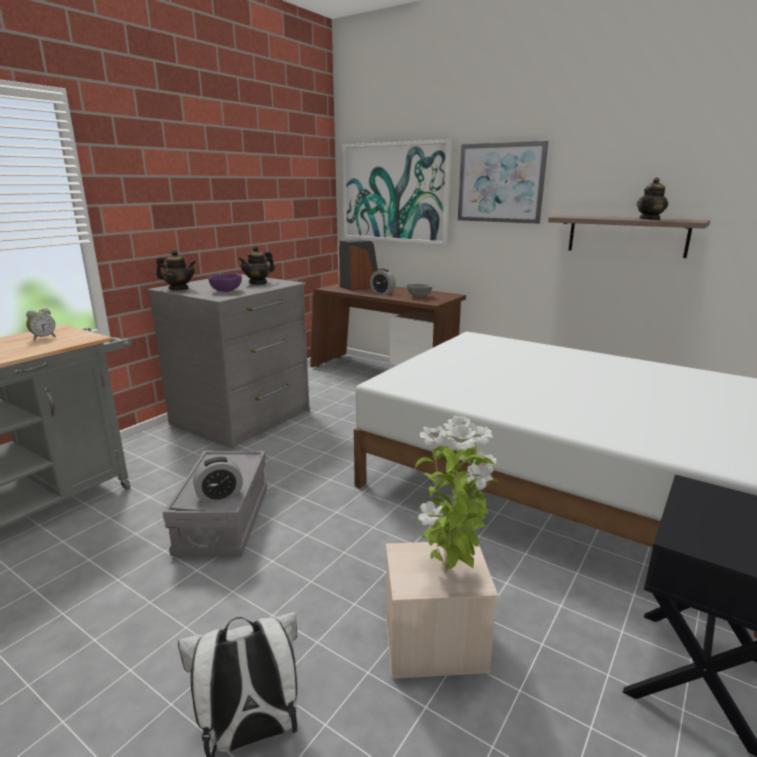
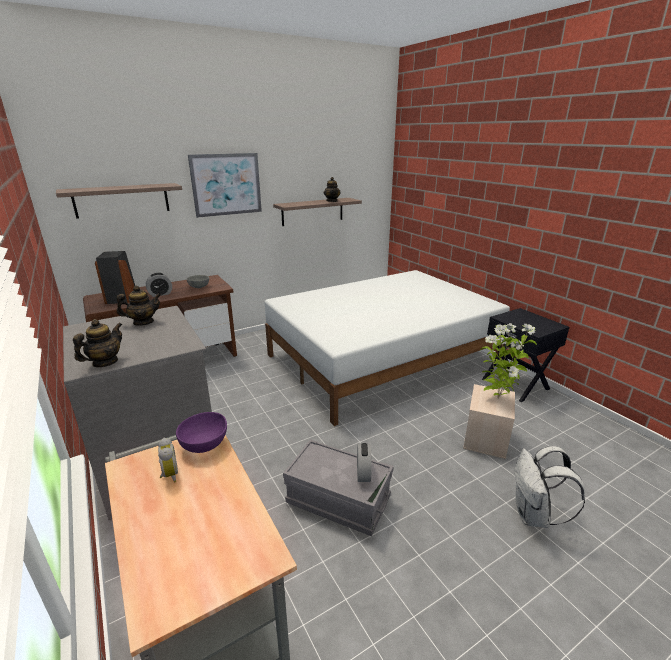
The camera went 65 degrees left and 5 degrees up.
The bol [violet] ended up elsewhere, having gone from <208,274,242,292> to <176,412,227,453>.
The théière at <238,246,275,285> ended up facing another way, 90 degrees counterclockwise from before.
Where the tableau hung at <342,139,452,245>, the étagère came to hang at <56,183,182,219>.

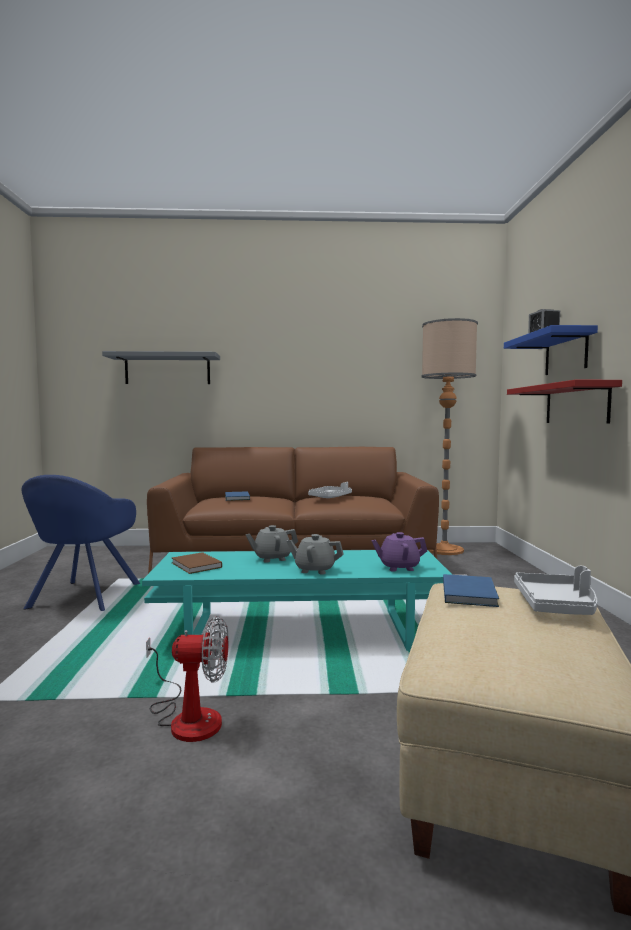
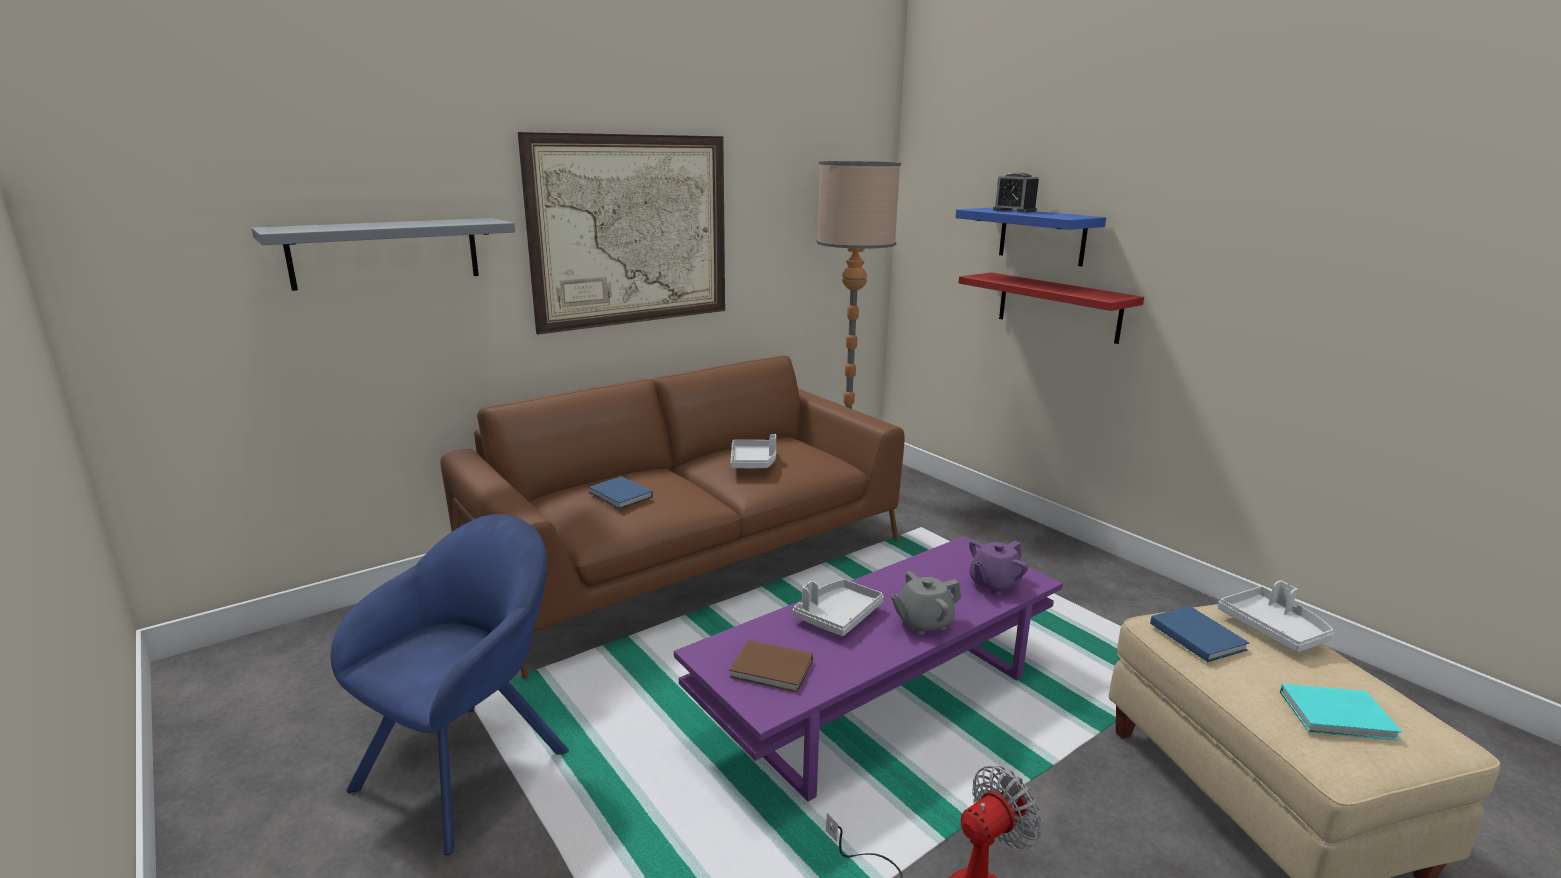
The camera went 35 degrees left and 15 degrees up.
The fauteuil [bleu] at <21,475,140,611> ended up facing another way, 120 degrees counterclockwise from before.
What was the table basse [turquoise] at <142,550,452,651> turned into the table basse [violet] at <674,536,1063,802>.
Where the théière [gris] stood at <246,525,298,563>, the plateau [gris] came to stand at <792,579,884,636>.
The second view gained the tableau at <518,132,725,334>.
The second view gained the livre [turquoise] at <1280,684,1402,741>.

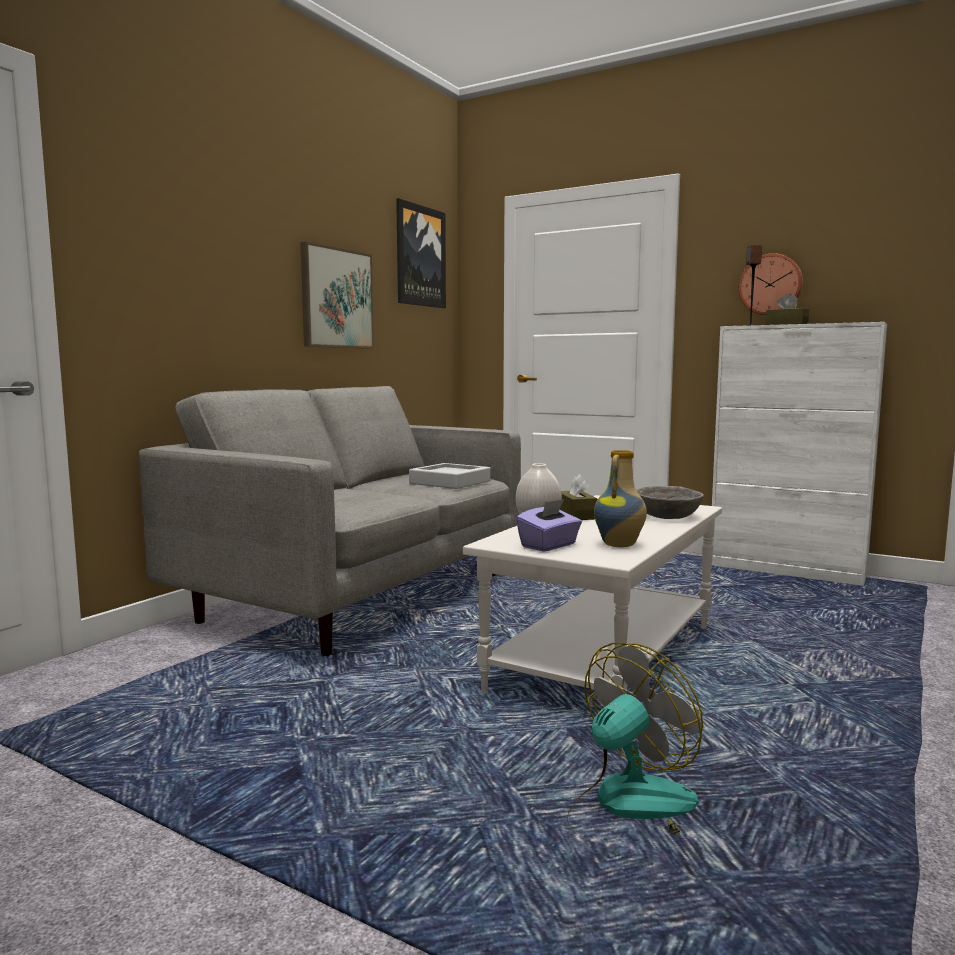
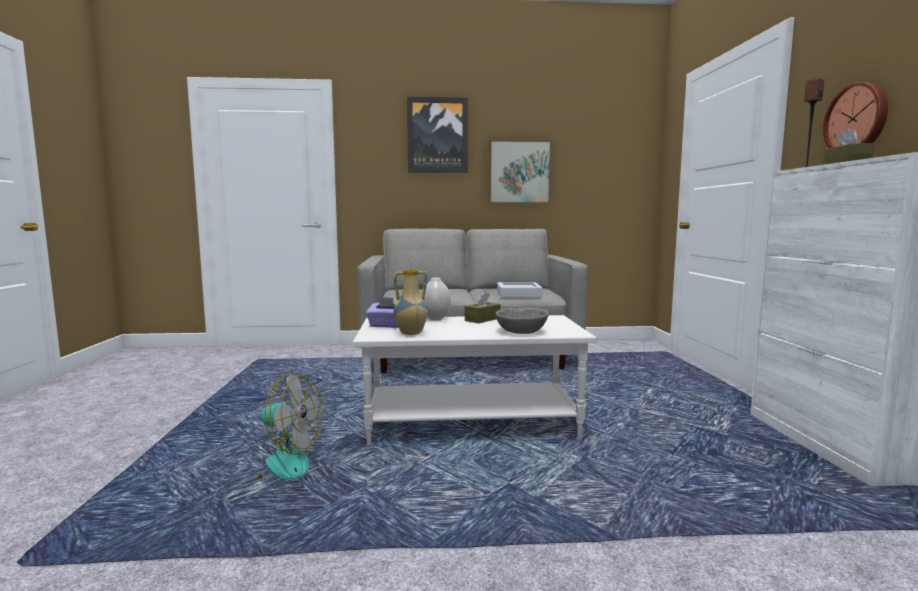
The camera went 55 degrees right and 0 degrees up.
The tableau ended up elsewhere, having gone from <396,198,446,308> to <407,97,468,173>.

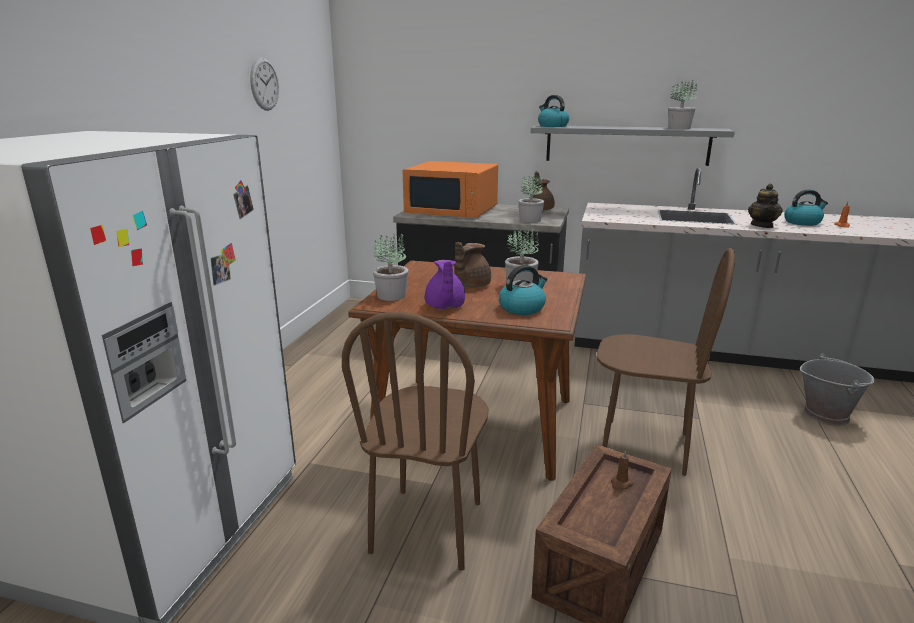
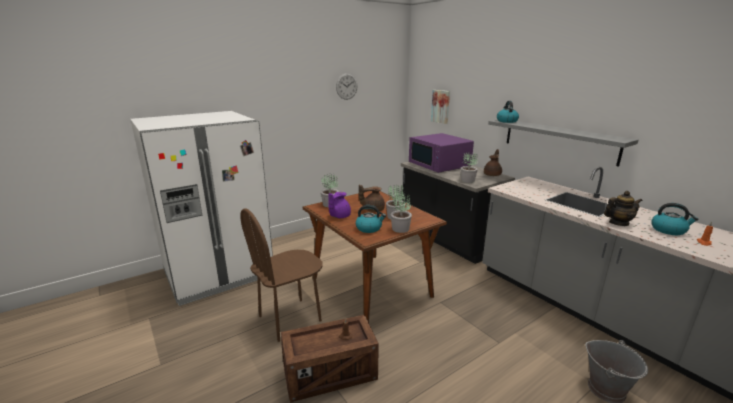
The camera went 40 degrees right and 0 degrees up.
What was the micro-ondes [orange] at <403,161,498,218> turned into the micro-ondes [violet] at <409,133,474,173>.
The second view lost the chaise [marron] at <597,248,735,476>.
The plante en pot ended up elsewhere, having gone from <668,79,697,129> to <391,194,412,233>.
The théière at <748,184,783,228> ended up facing another way, 150 degrees counterclockwise from before.
The second view gained the tableau at <431,90,450,124>.

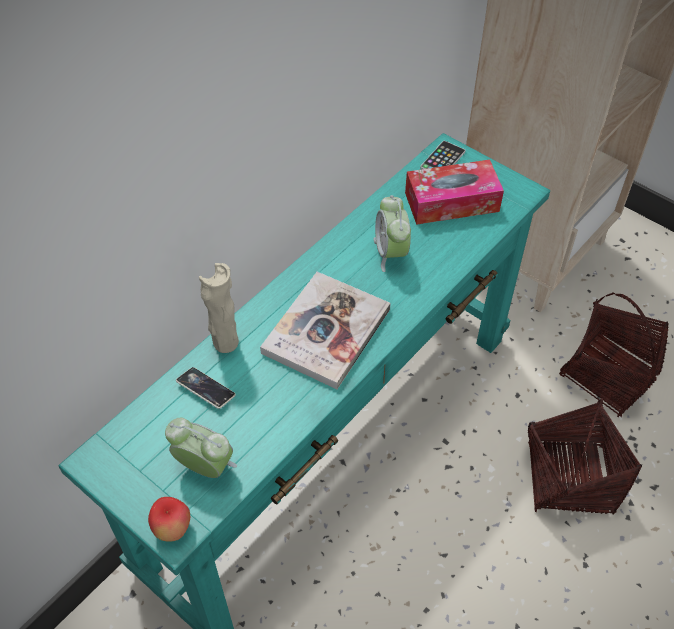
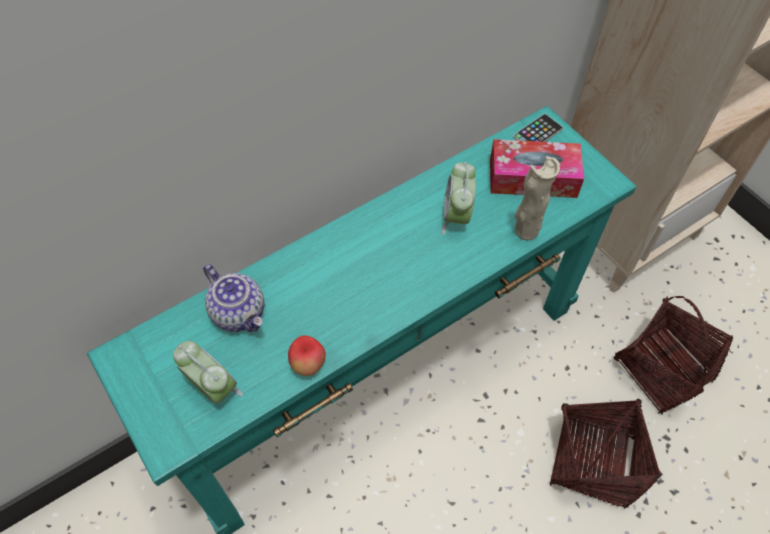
The camera went 15 degrees right and 5 degrees up.
The pomme ended up elsewhere, having gone from <148,497,190,542> to <288,335,326,376>.
Where the téléphone stood at <176,367,236,409>, the théière came to stand at <203,264,264,332>.
The vase [beige] ended up elsewhere, having gone from <199,263,239,353> to <514,156,560,240>.
The second view lost the livre at <260,272,391,389>.

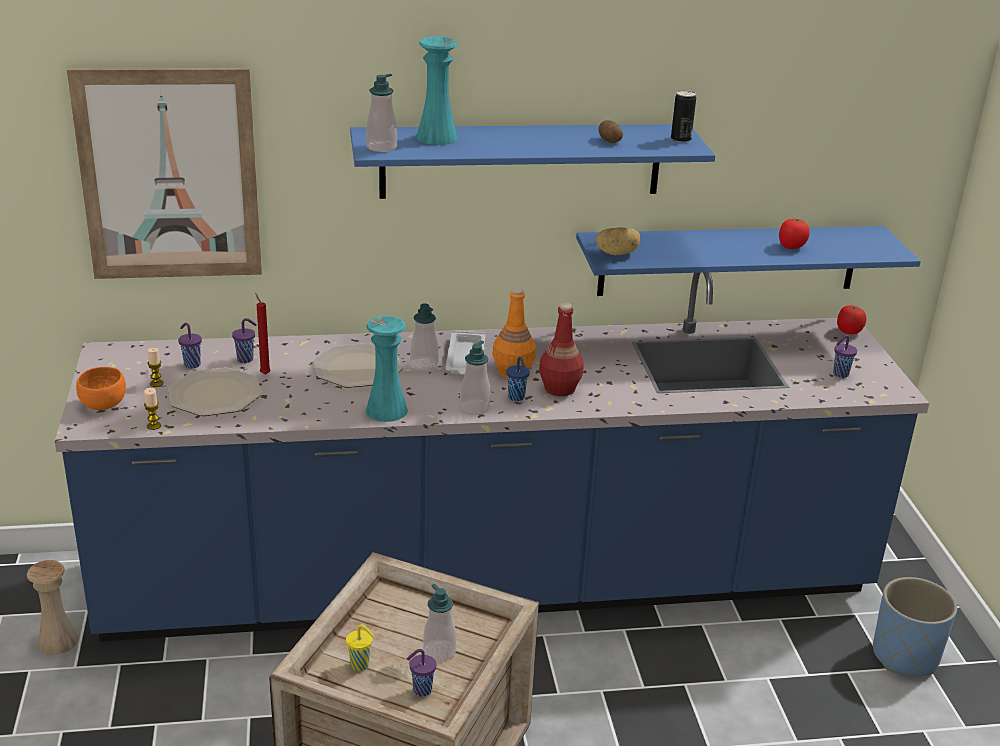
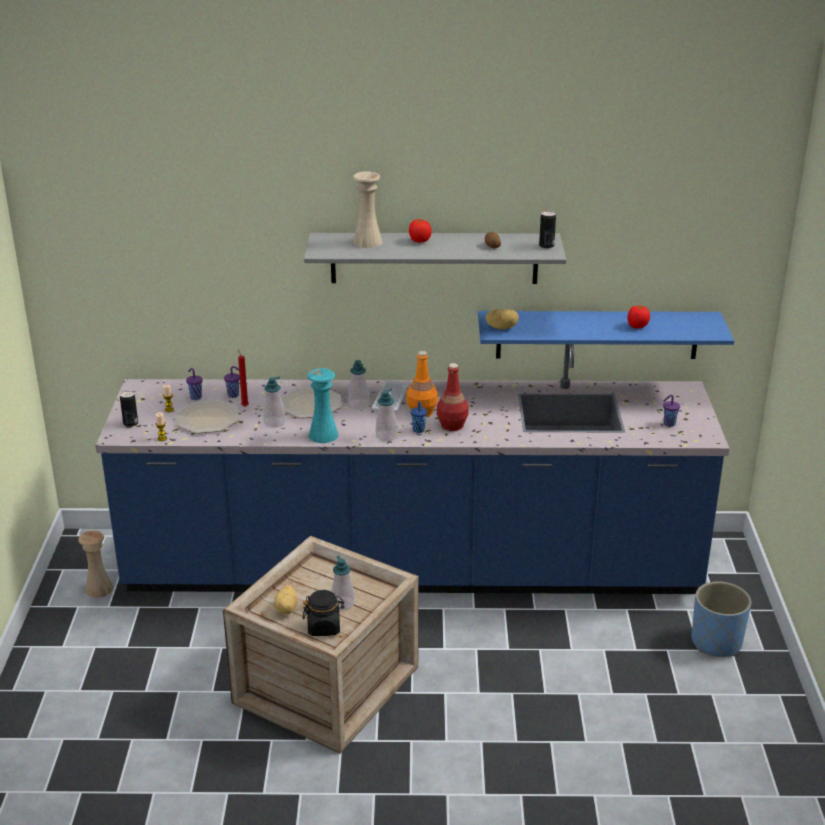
The camera went 10 degrees right and 0 degrees up.
The second view lost the tableau at <67,68,262,279>.
Where the bol [orange] stood at <76,367,126,410>, the boîte métallique came to stand at <120,391,138,427>.
Where the tasse [jaune] stood at <346,624,374,671>, the pomme de terre came to stand at <274,585,297,615>.
What was the étagère [bleu] at <350,124,715,199> turned into the étagère [gris] at <304,233,566,284>.
The distributeur de savon ended up elsewhere, having gone from <366,74,397,152> to <264,376,285,427>.
Where the tasse [violet] stood at <407,649,436,697>, the bocal [noir] came to stand at <303,590,345,636>.
What was the vase [turquoise] at <416,36,458,145> turned into the vase [beige] at <353,171,383,248>.
The tomate ended up elsewhere, having gone from <837,305,866,334> to <409,219,431,243>.

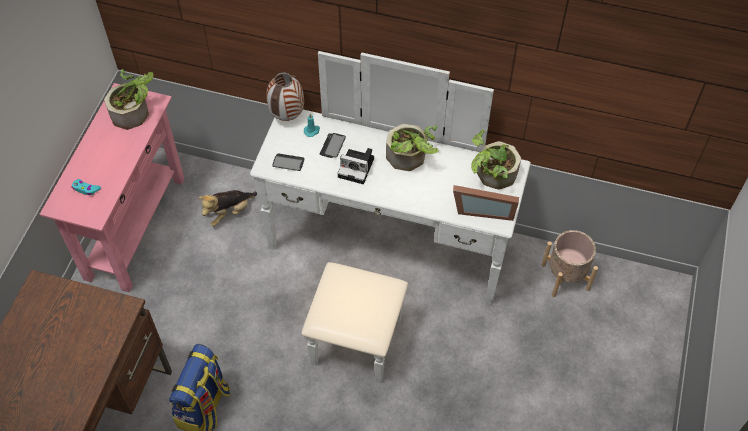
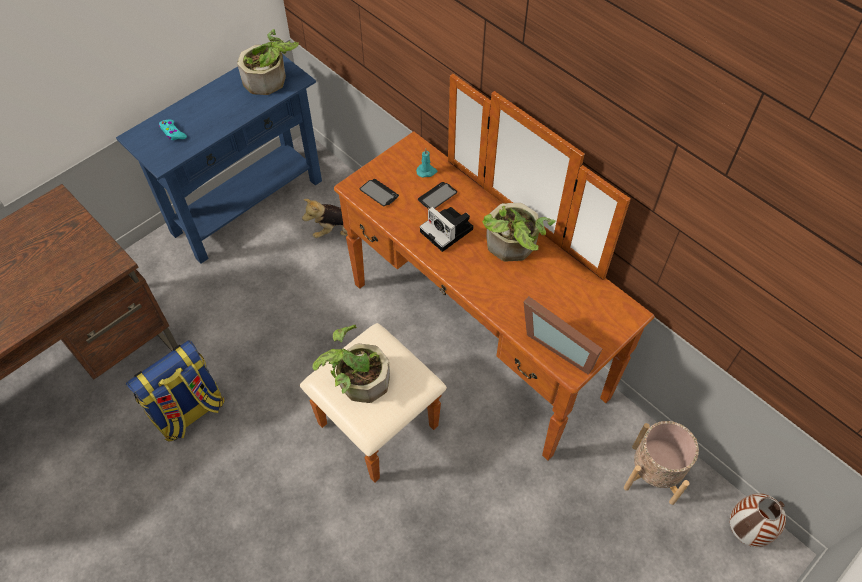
The camera went 30 degrees right and 0 degrees up.
What was the table console [rose] at <39,83,185,292> turned into the table console [bleu] at <116,54,322,264>.
What was the commode [blanc] at <250,51,531,383> turned into the commode [marron] at <300,74,655,483>.
The vase ended up elsewhere, having gone from <266,72,304,121> to <730,493,786,547>.
The plante en pot ended up elsewhere, having gone from <471,130,521,190> to <313,325,390,403>.

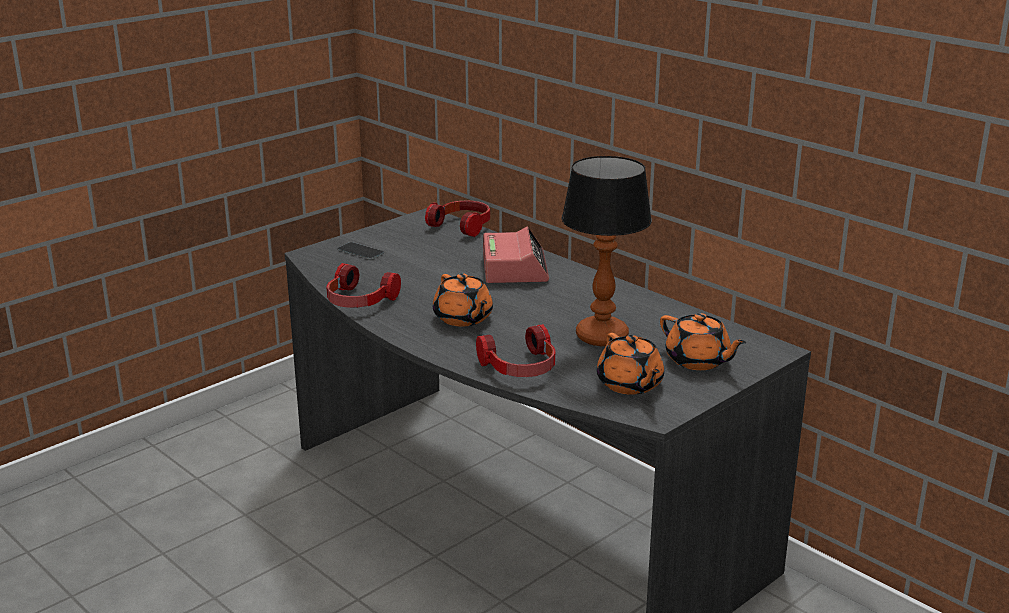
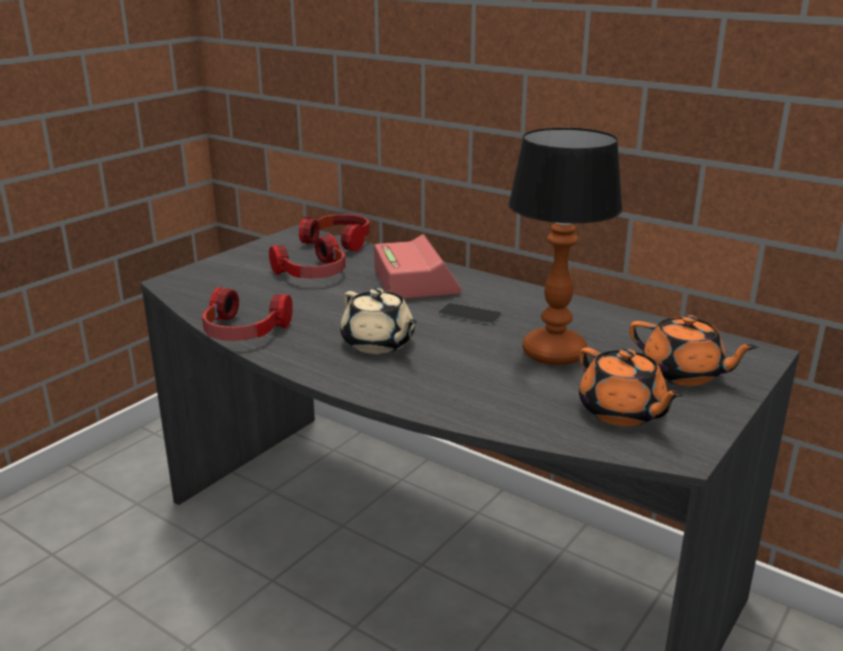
The camera went 10 degrees left and 0 degrees up.
The téléphone ended up elsewhere, having gone from <338,242,384,260> to <439,303,502,325>.
What was the théière [orange] at <433,273,493,326> turned into the théière [beige] at <340,288,417,354>.
The casque audio ended up elsewhere, having gone from <476,324,555,377> to <269,234,345,279>.

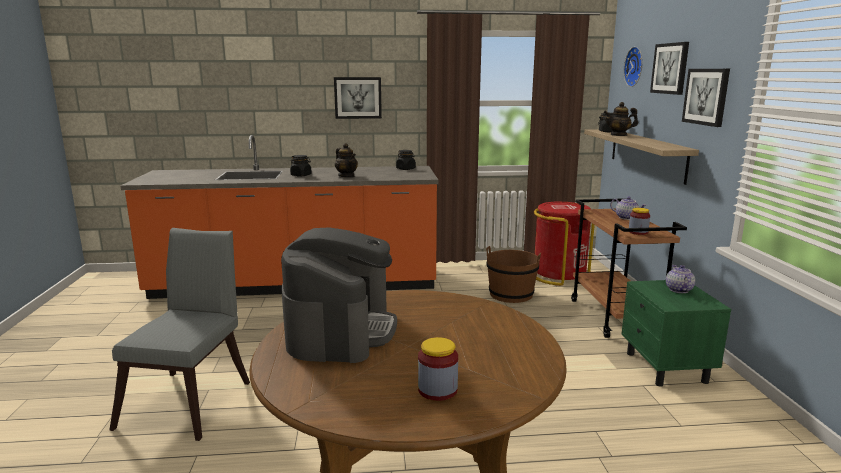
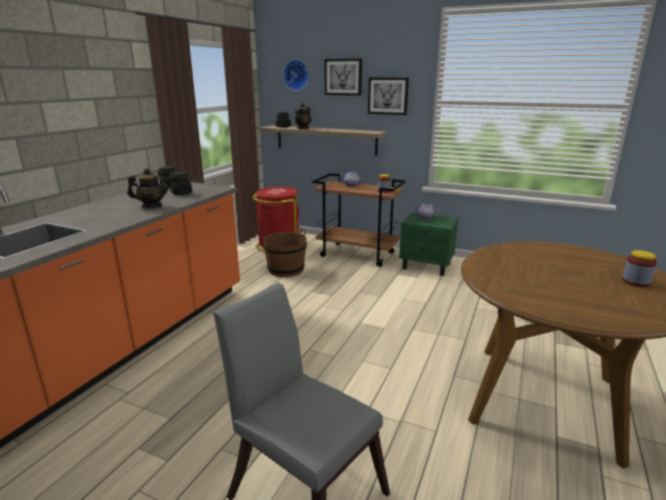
The camera went 60 degrees left and 5 degrees up.
The second view lost the machine à café at <281,227,397,363>.
The bocal [noir] ended up elsewhere, having gone from <290,155,312,176> to <169,172,192,195>.
The second view lost the tableau at <334,77,382,119>.

